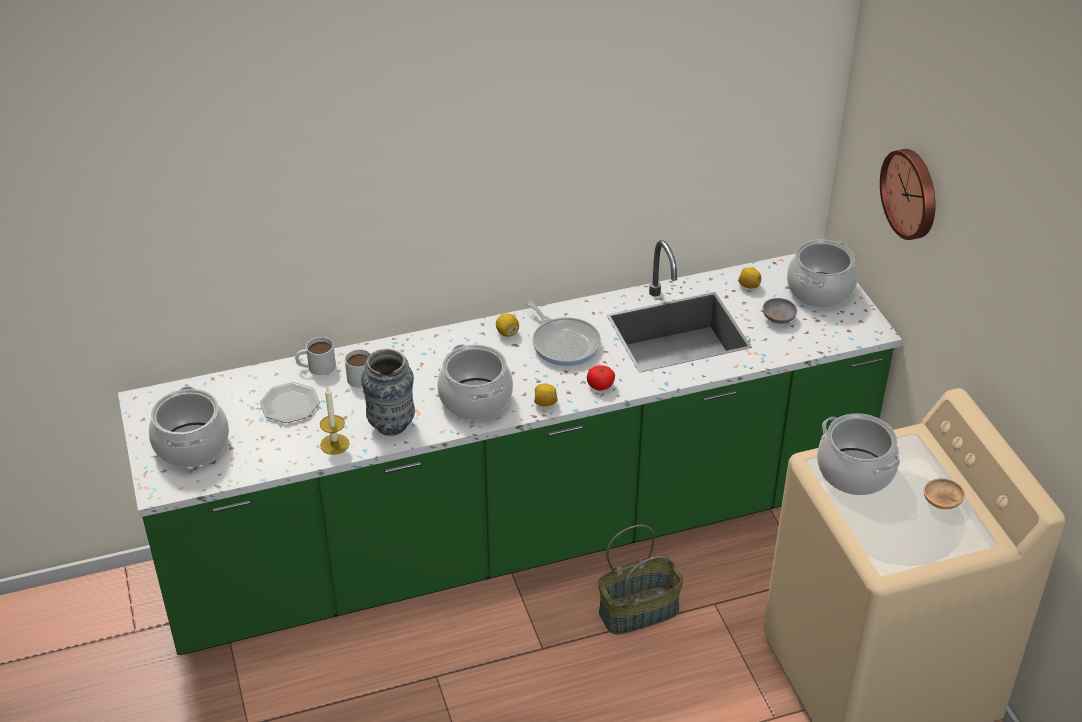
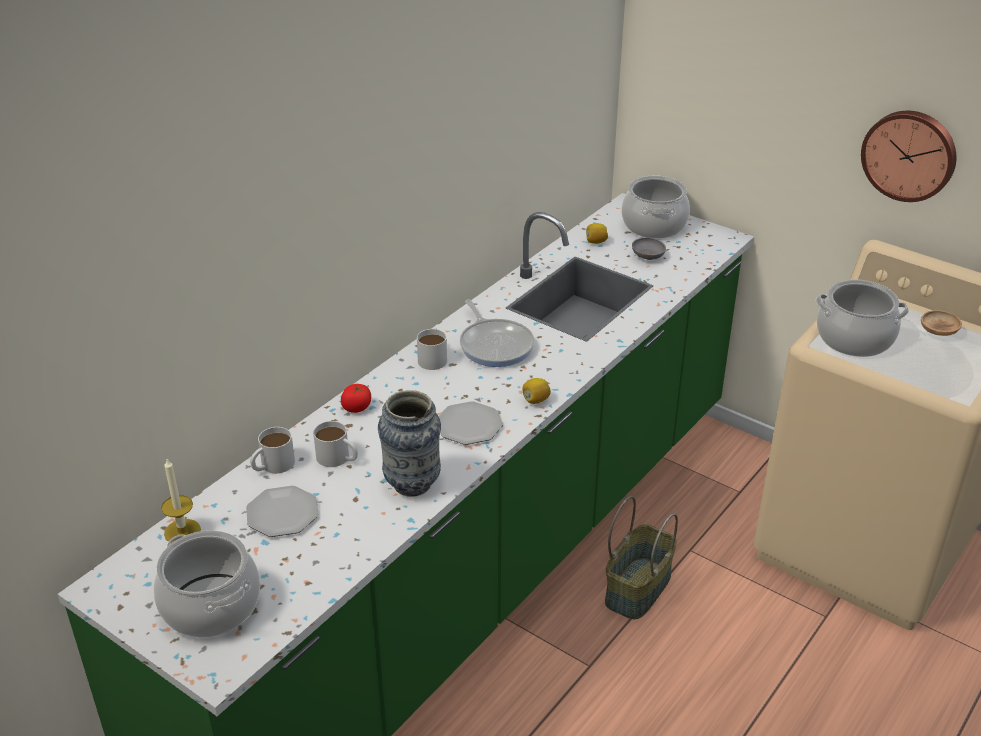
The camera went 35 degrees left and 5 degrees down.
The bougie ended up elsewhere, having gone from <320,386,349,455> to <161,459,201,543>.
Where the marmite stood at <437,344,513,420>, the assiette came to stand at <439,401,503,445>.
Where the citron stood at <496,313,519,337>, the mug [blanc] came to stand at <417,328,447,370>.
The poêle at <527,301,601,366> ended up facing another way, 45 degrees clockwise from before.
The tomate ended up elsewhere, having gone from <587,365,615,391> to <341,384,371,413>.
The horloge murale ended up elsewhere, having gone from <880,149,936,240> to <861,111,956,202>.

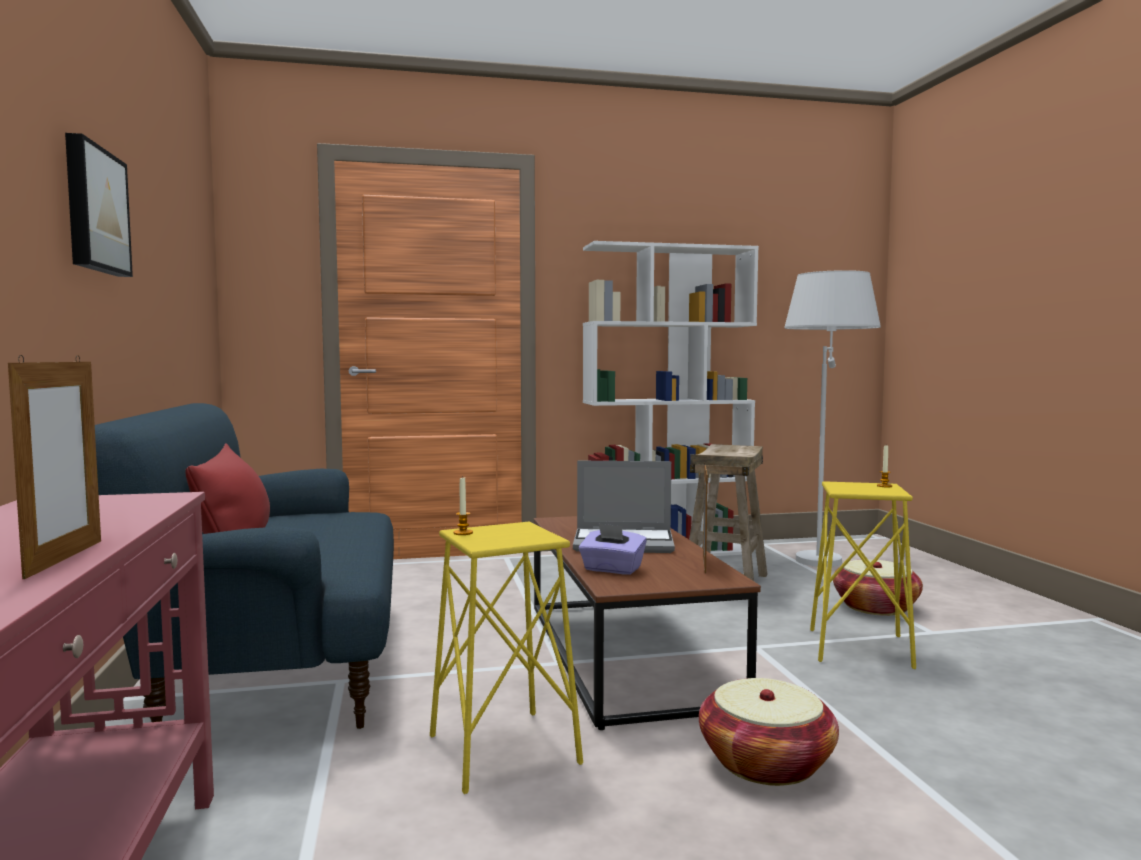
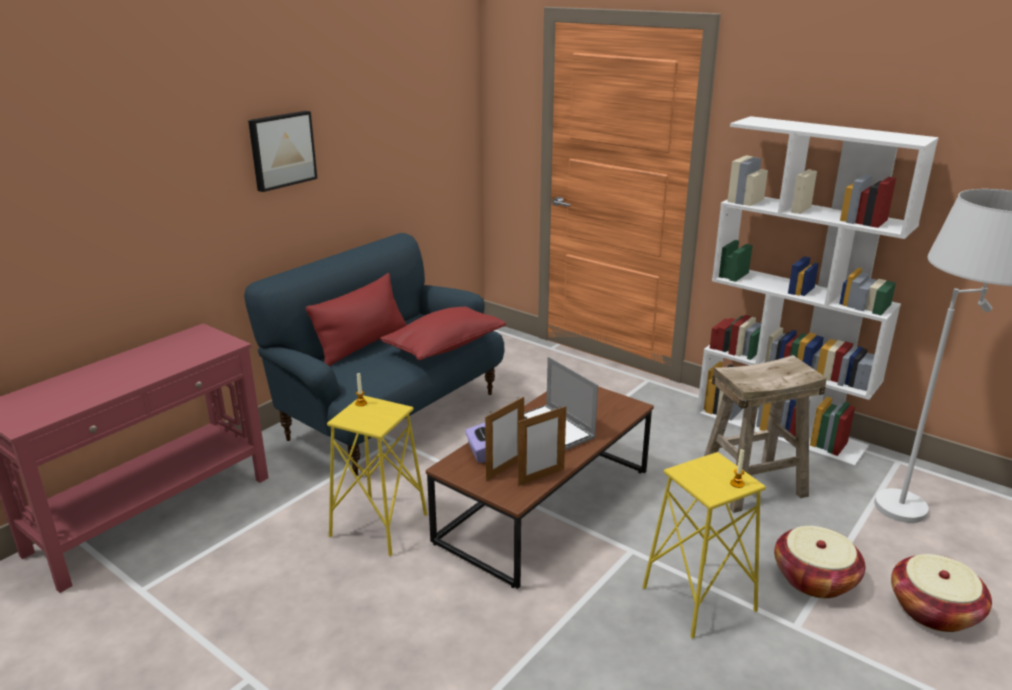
The camera went 50 degrees right and 20 degrees up.
The cadre photo ended up elsewhere, having gone from <8,355,101,579> to <485,397,524,481>.
The panier ended up elsewhere, having gone from <699,678,839,786> to <891,554,992,632>.
The second view gained the coussin [rouge] at <380,307,506,361>.

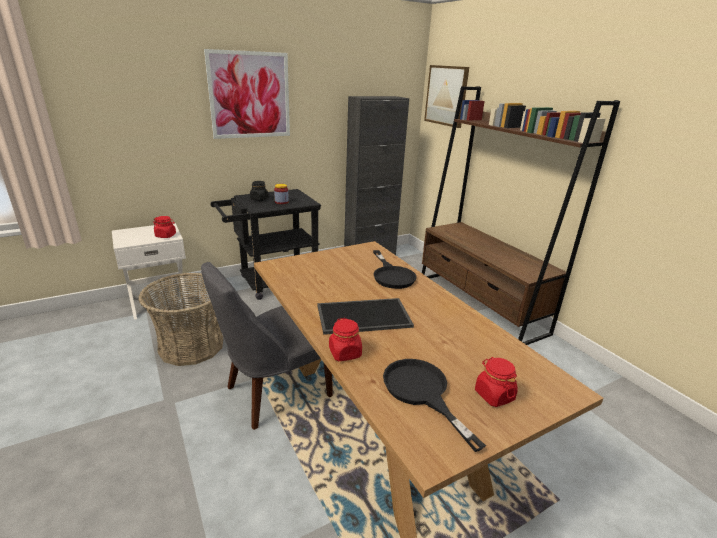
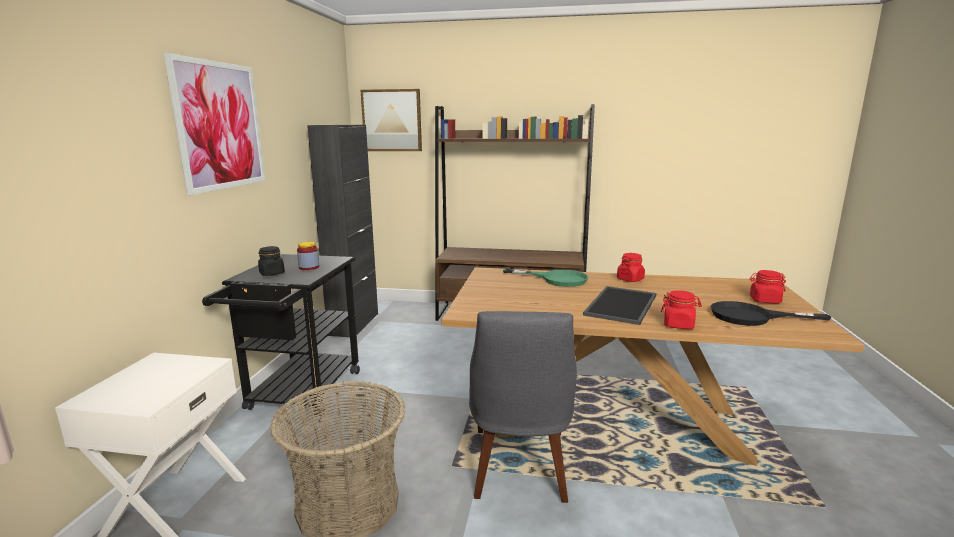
The camera went 50 degrees left and 10 degrees down.
The bocal [rouge] ended up elsewhere, having gone from <153,216,176,238> to <617,253,645,282>.
What was the poêle [noir] at <373,250,417,289> turned into the poêle [vert] at <503,268,588,287>.

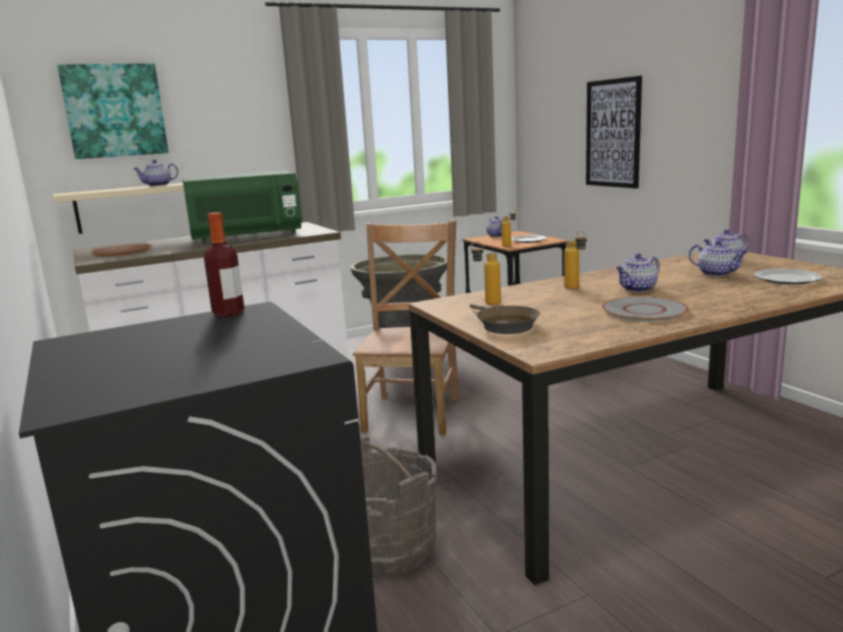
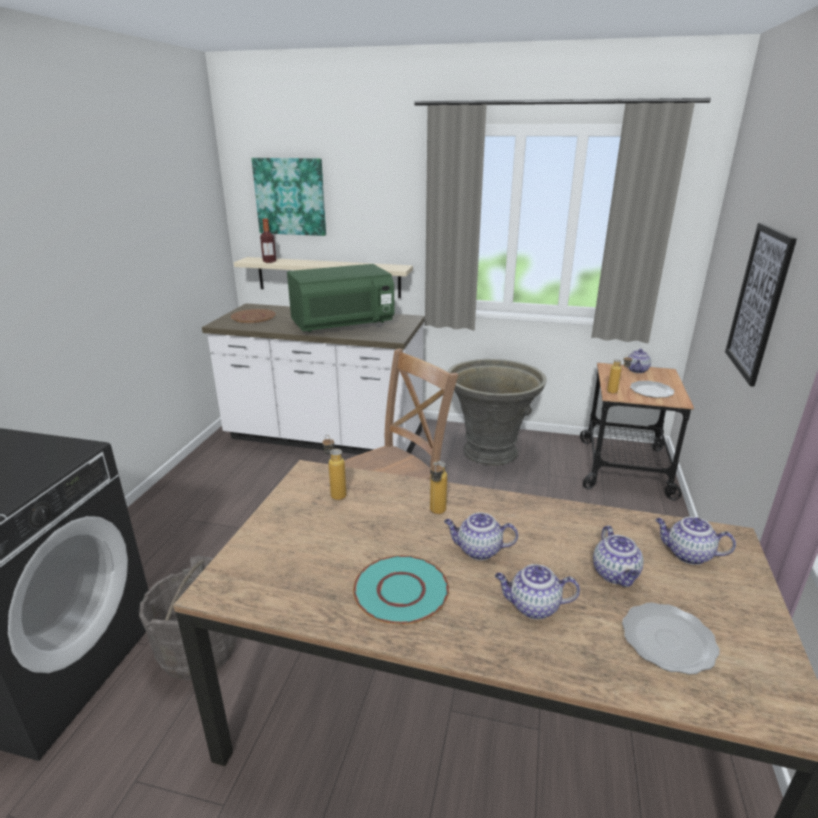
The camera went 40 degrees right and 10 degrees up.
The théière ended up elsewhere, having gone from <133,160,178,186> to <495,564,580,619>.
The micro-ondes [vert] at <183,171,302,243> ended up facing another way, 45 degrees counterclockwise from before.
The bouteille ended up elsewhere, having gone from <204,212,245,317> to <260,218,276,263>.
The second view lost the poêle [marron] at <470,304,540,334>.
What was the assiette [gris] at <602,297,689,322> turned into the assiette [turquoise] at <353,555,449,625>.

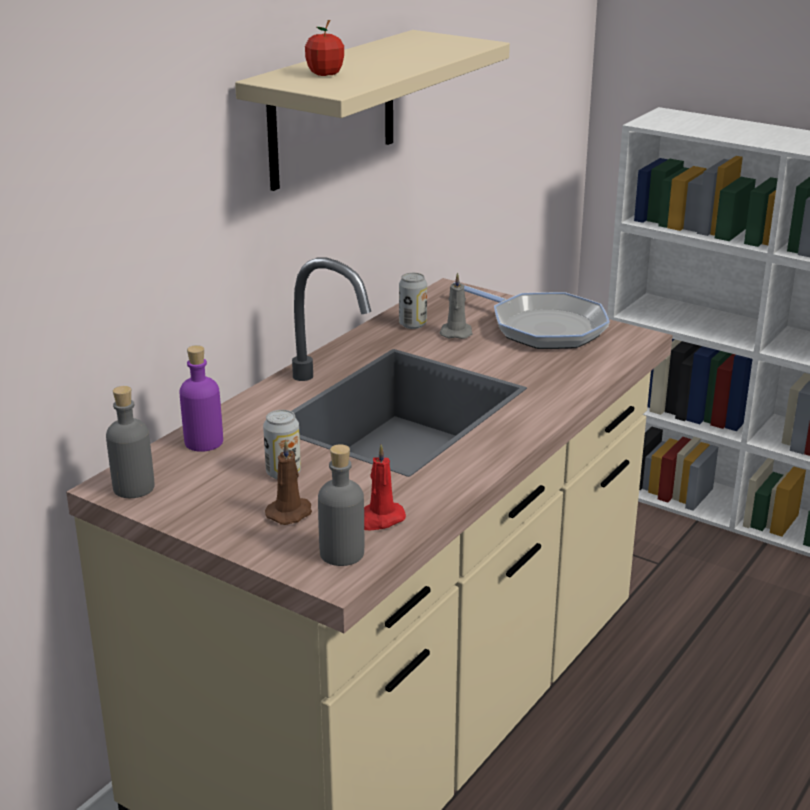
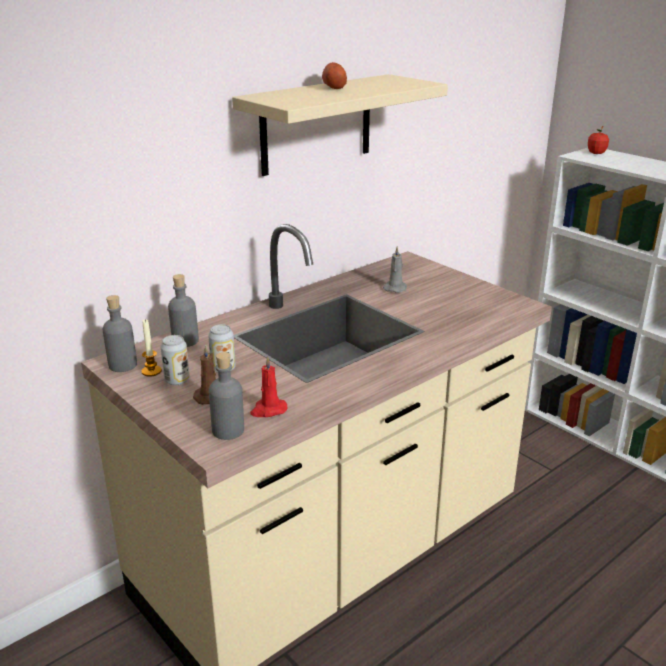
The camera went 15 degrees right and 0 degrees up.
What was the bouteille [violet] at <179,345,223,452> turned into the bouteille [gris] at <168,274,199,347>.
The pomme ended up elsewhere, having gone from <305,20,344,76> to <588,126,609,154>.
The boîte métallique ended up elsewhere, having gone from <399,273,427,329> to <161,335,190,385>.
The second view lost the poêle at <454,282,610,349>.
The second view gained the bougie at <141,319,162,377>.
The second view gained the pomme de terre at <322,62,347,89>.

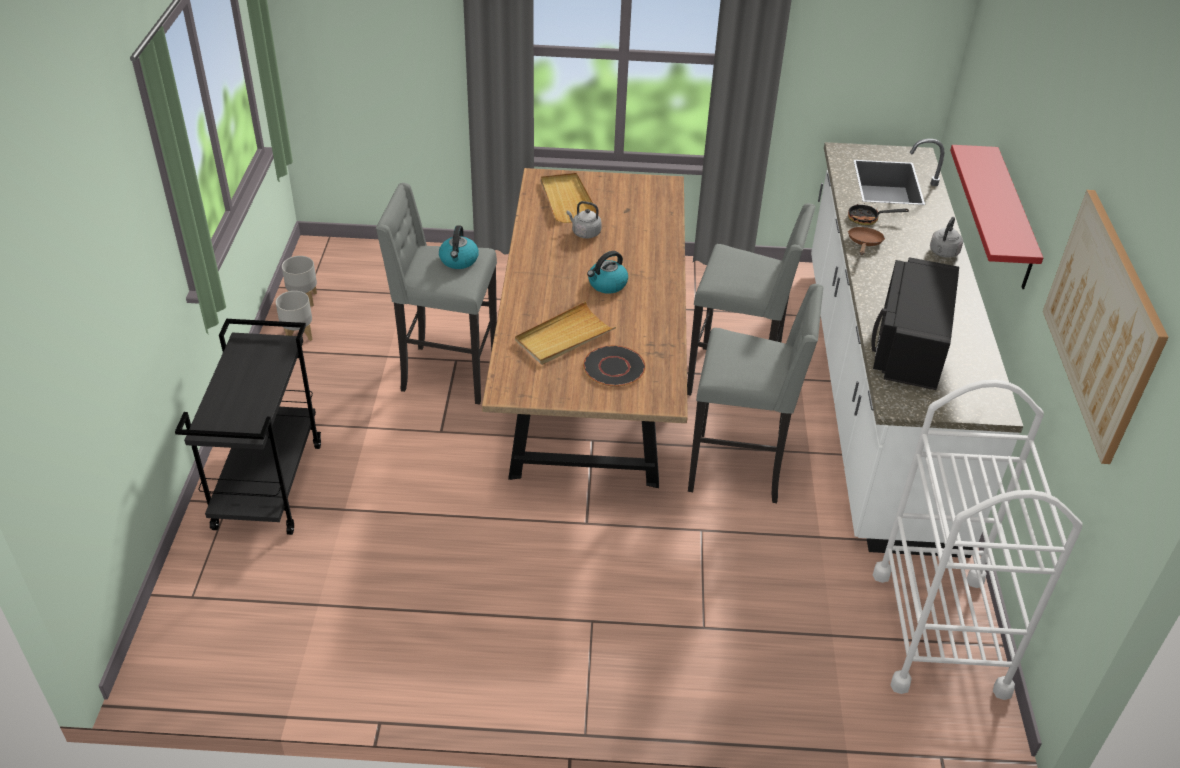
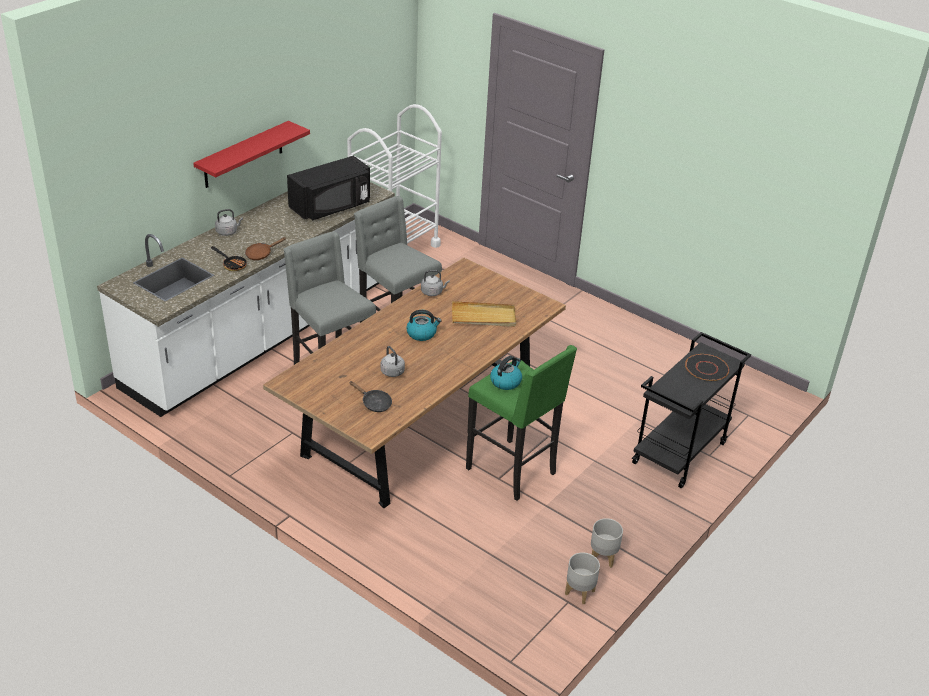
The camera went 145 degrees left and 5 degrees down.
What was the tabouret [gris] at <376,183,497,404> turned into the tabouret [vert] at <466,345,577,501>.
Where the plateau [beige] stood at <541,173,599,223>, the poêle [noir] came to stand at <349,381,392,412>.
The assiette [noir] ended up elsewhere, having gone from <583,345,646,387> to <685,354,729,381>.
The second view lost the tableau at <1043,190,1169,464>.
The second view gained the bouilloire [gris] at <421,270,450,296>.

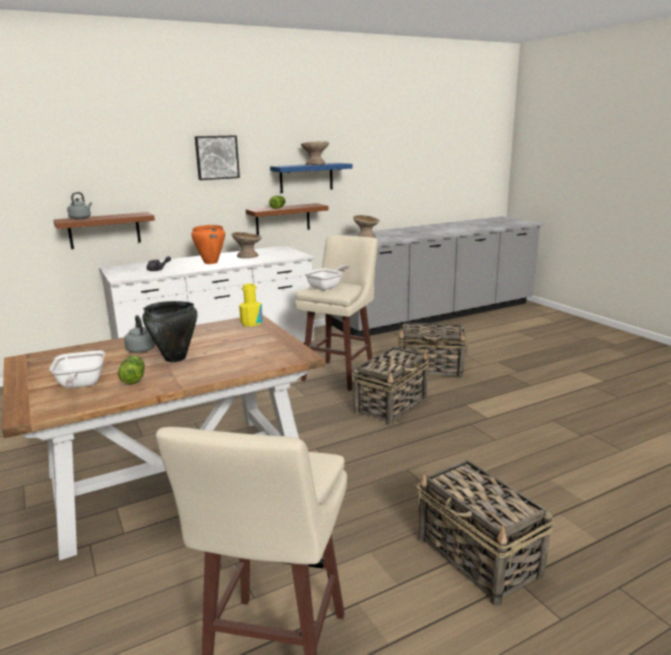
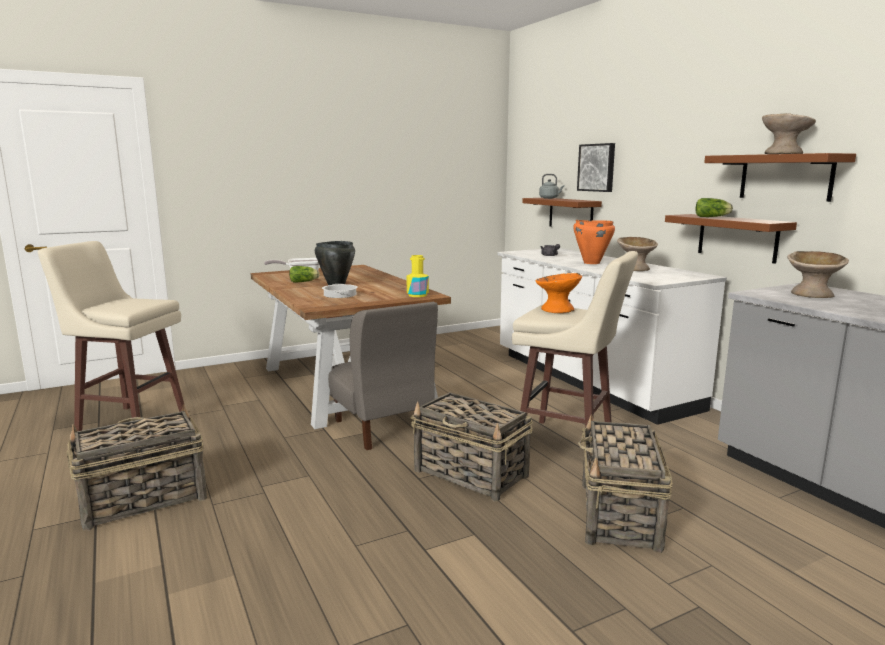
The camera went 90 degrees right and 5 degrees down.
The second view lost the bouilloire [gris] at <124,315,155,353>.
The tableau ended up elsewhere, having gone from <195,135,240,180> to <577,143,615,192>.
What was the étagère [bleu] at <270,163,352,193> turned into the étagère [marron] at <704,153,856,202>.
Where the poêle stood at <305,265,349,290>, the bol [orange] came to stand at <536,273,582,313>.
The second view gained the marmite at <322,284,358,298>.
The second view gained the chaise [gris] at <328,302,438,450>.

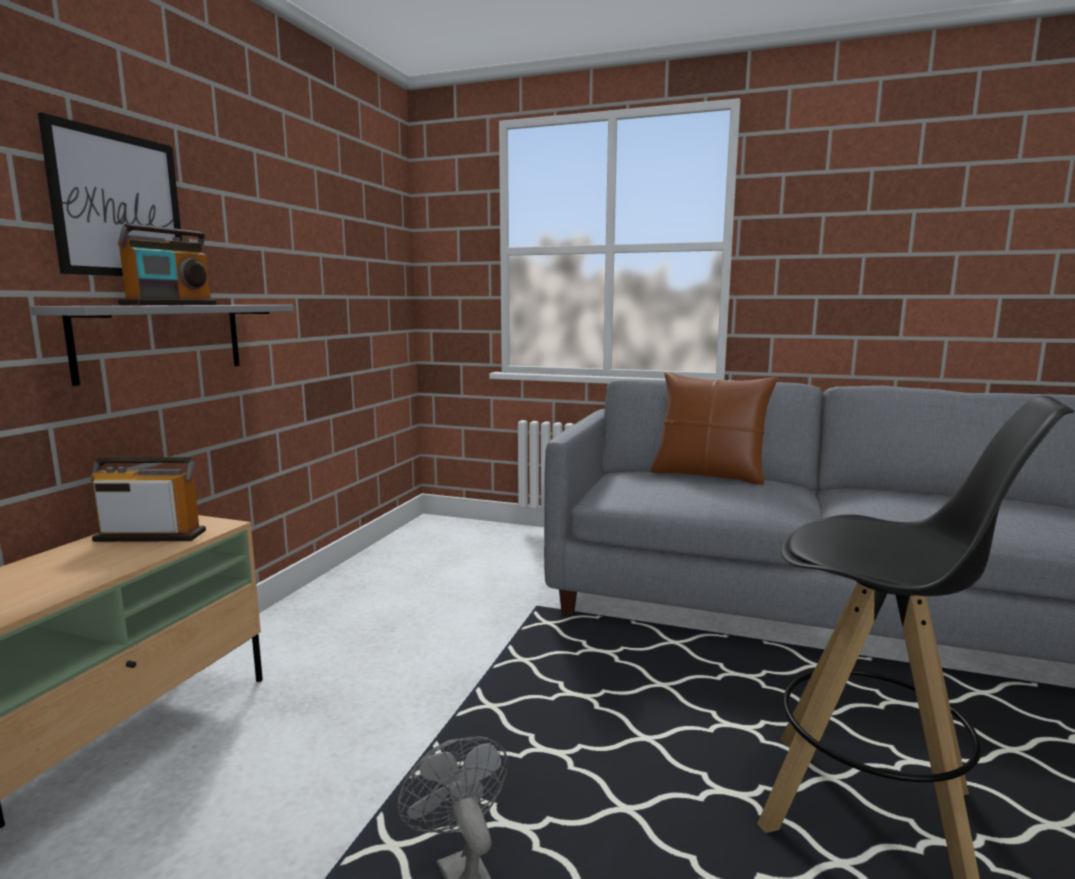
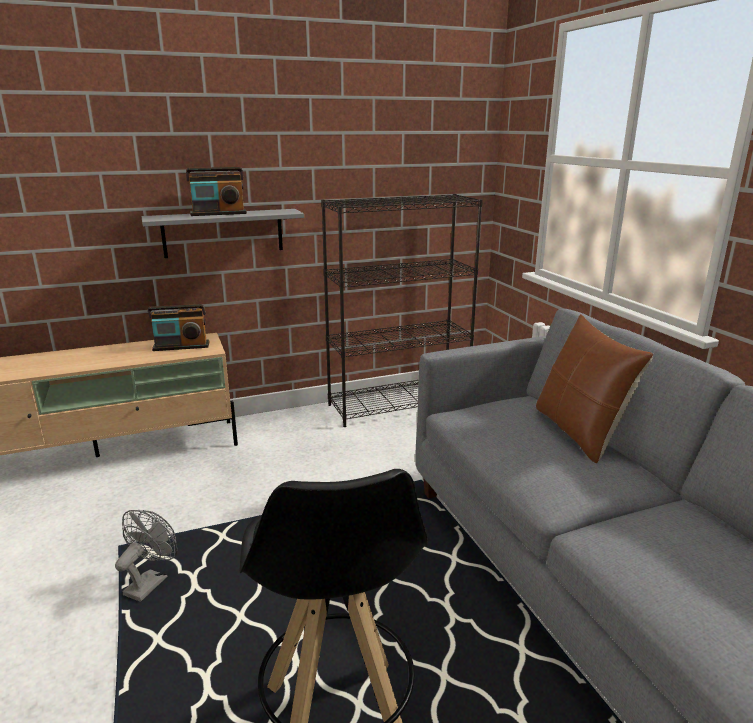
The camera went 50 degrees right and 10 degrees up.
The second view lost the tableau at <38,112,182,276>.
The radio at <90,457,206,542> ended up facing another way, 120 degrees clockwise from before.
The second view gained the bibliothèque [noir] at <321,194,483,427>.

